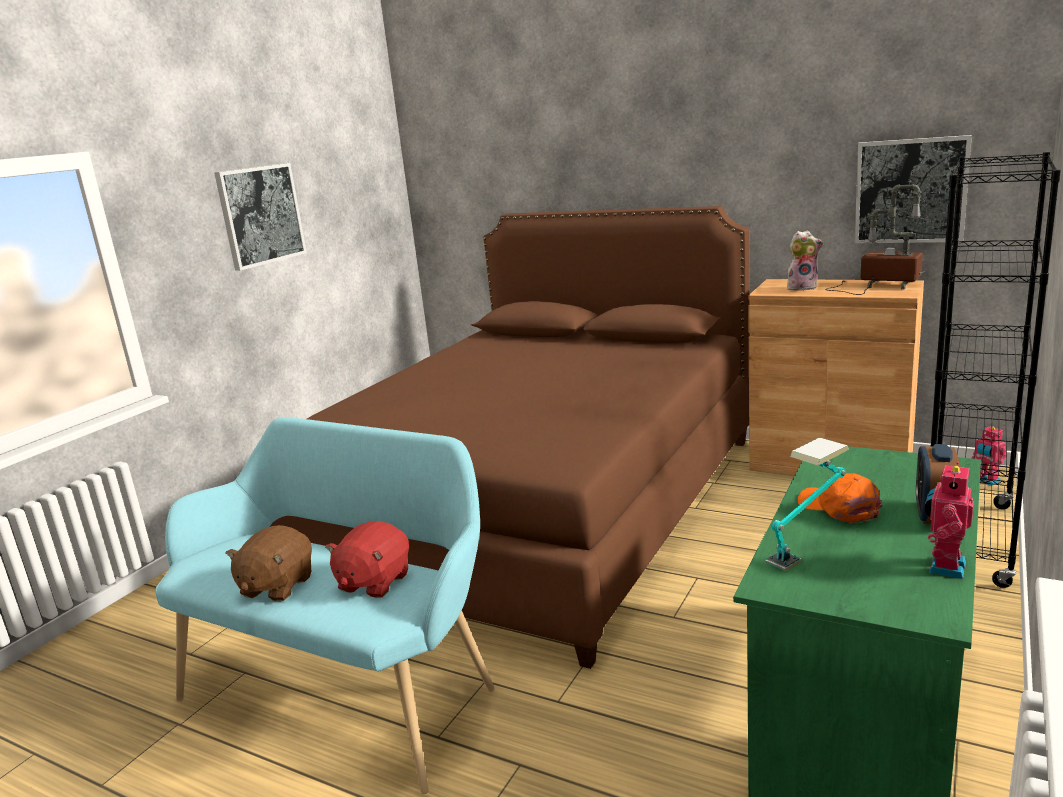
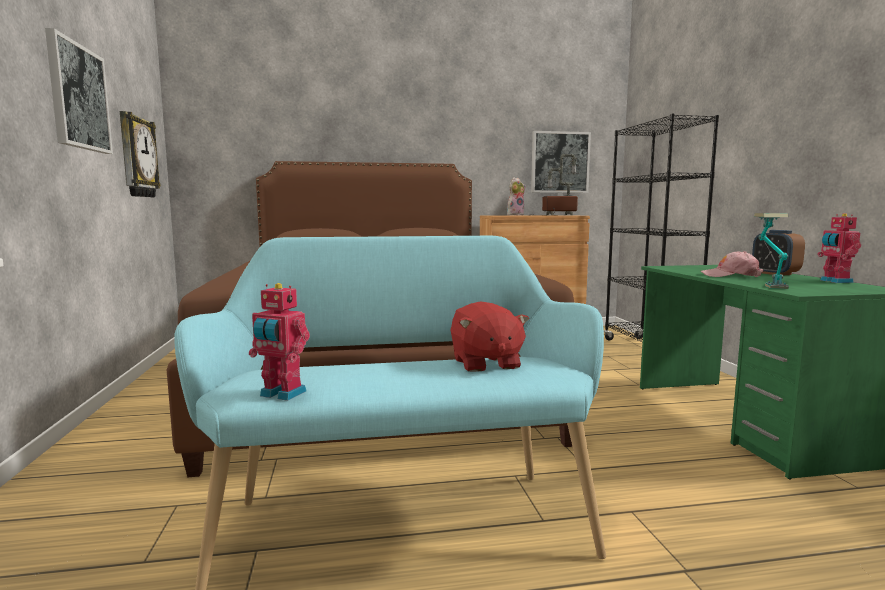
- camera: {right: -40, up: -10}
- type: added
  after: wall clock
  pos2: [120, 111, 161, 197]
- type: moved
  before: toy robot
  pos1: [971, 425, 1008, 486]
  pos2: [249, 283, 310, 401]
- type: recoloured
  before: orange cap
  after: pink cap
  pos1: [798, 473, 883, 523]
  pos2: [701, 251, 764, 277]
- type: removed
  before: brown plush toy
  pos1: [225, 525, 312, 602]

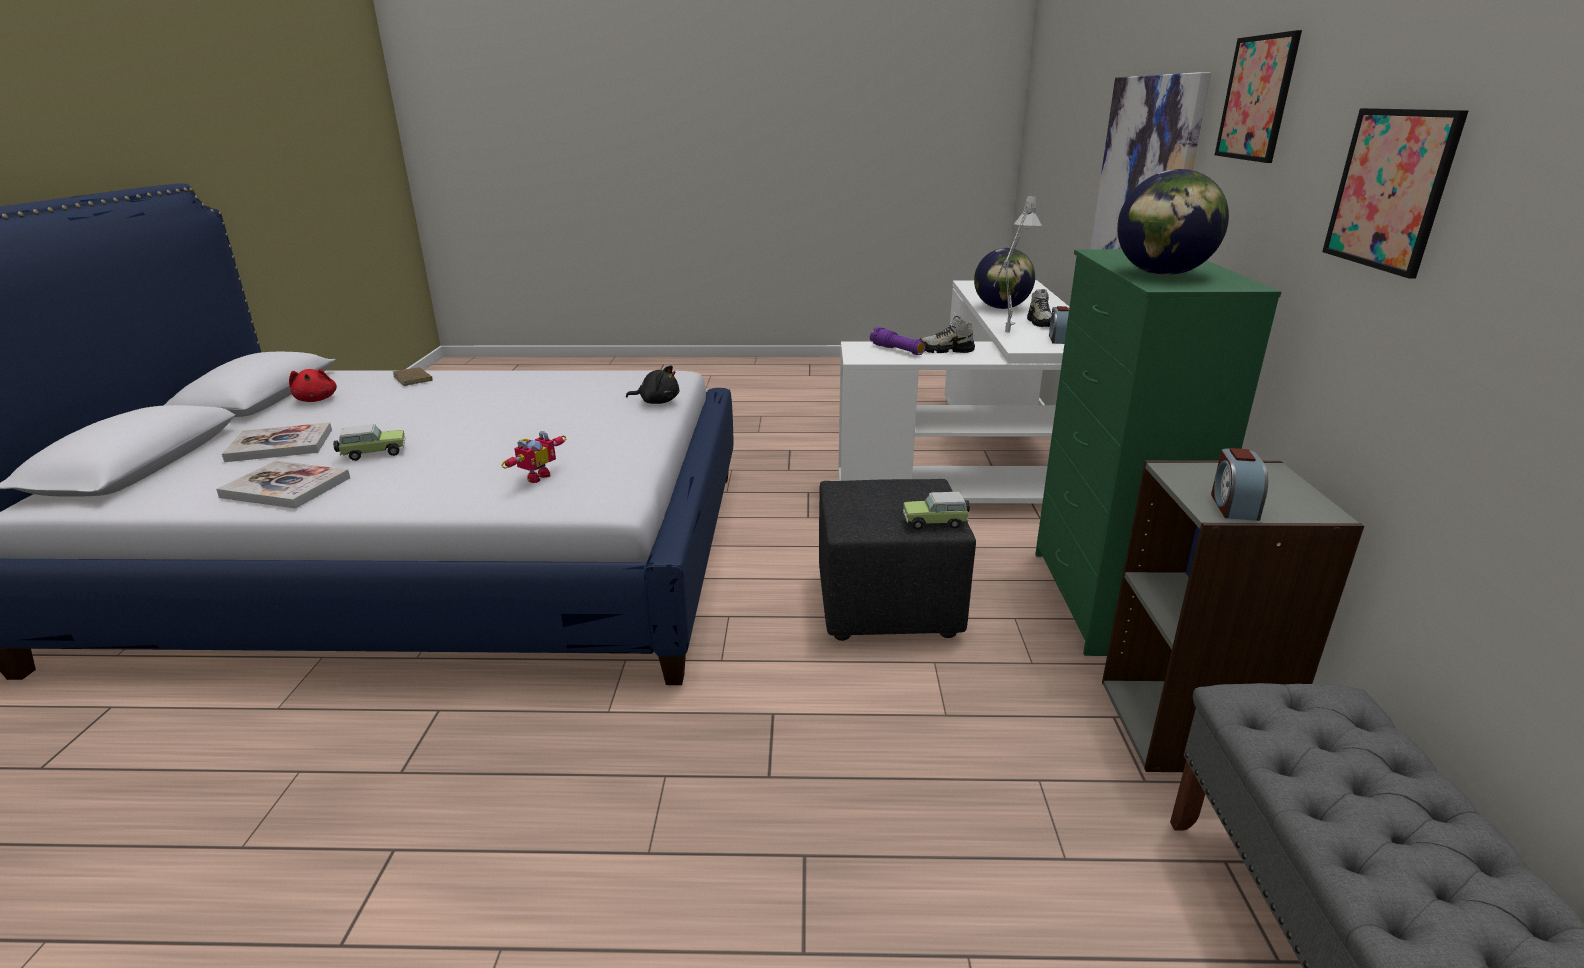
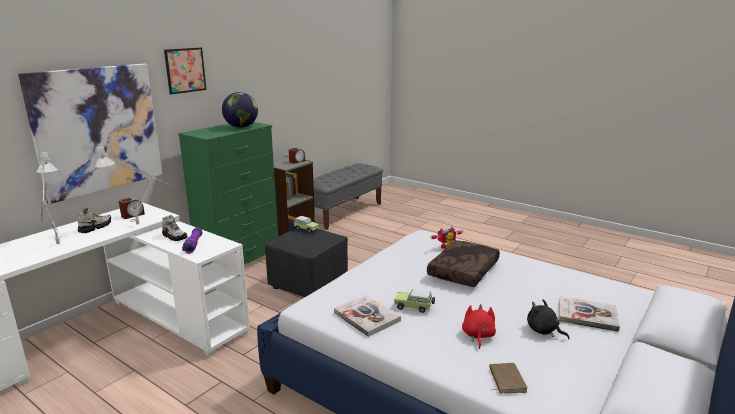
- camera: {right: -145, up: -5}
- type: replaced
  before: globe
  after: grey table lamp
  pos1: [974, 248, 1035, 309]
  pos2: [36, 152, 62, 244]
- type: moved
  before: book
  pos1: [216, 461, 350, 509]
  pos2: [334, 295, 401, 337]
- type: moved
  before: toy car
  pos1: [333, 424, 406, 461]
  pos2: [394, 289, 435, 313]
- type: added
  after: brown pillow
  pos2: [427, 240, 500, 287]
- type: moved
  before: red plush toy
  pos1: [289, 369, 337, 402]
  pos2: [462, 304, 496, 349]
- type: moved
  before: black plush toy
  pos1: [626, 365, 679, 404]
  pos2: [527, 299, 569, 339]
- type: removed
  before: picture
  pos1: [1322, 108, 1468, 278]

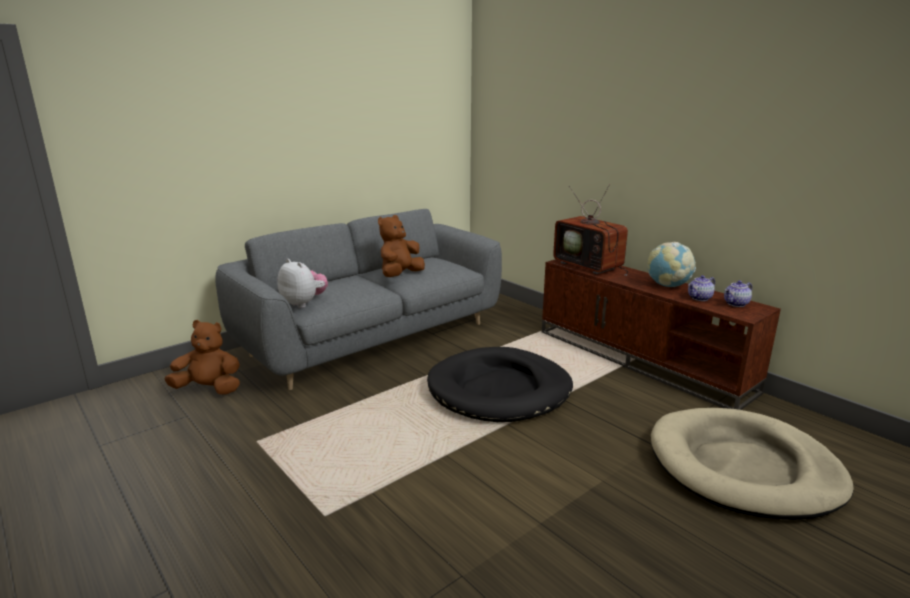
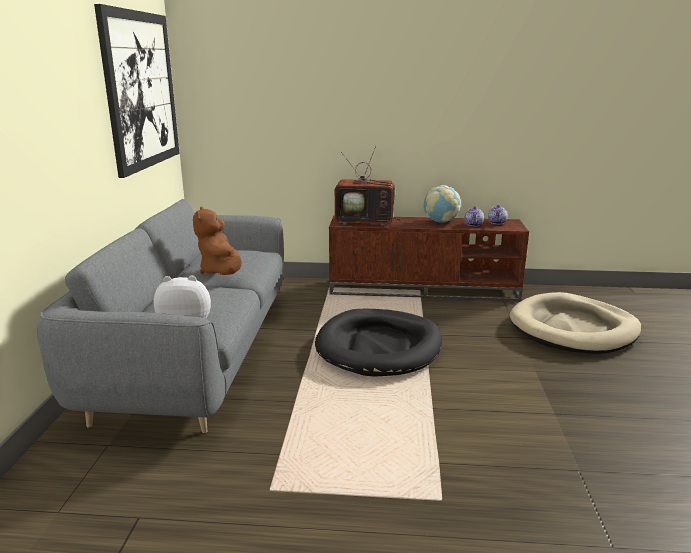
- camera: {right: -45, up: 0}
- type: added
  after: picture
  pos2: [94, 4, 180, 178]
- type: removed
  before: brown plush toy
  pos1: [164, 320, 240, 395]

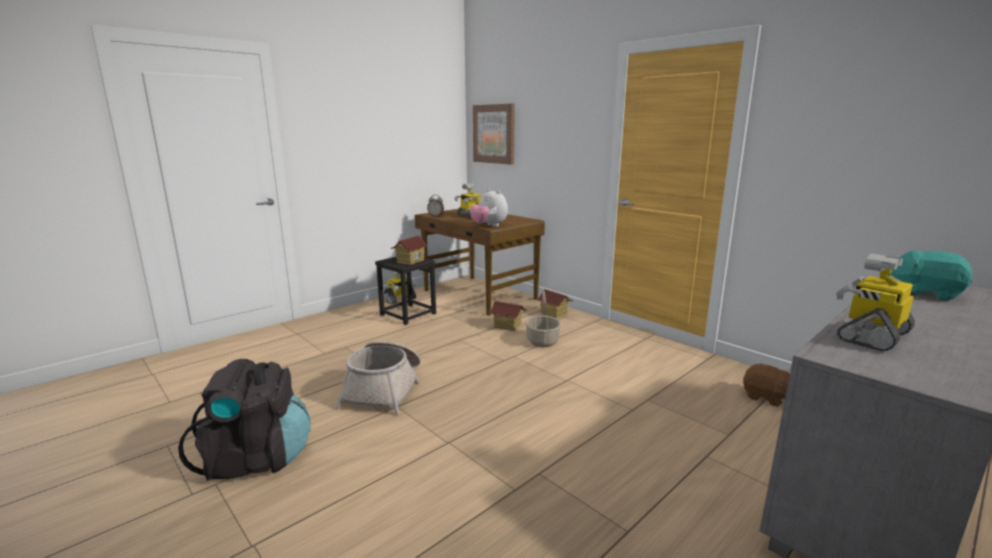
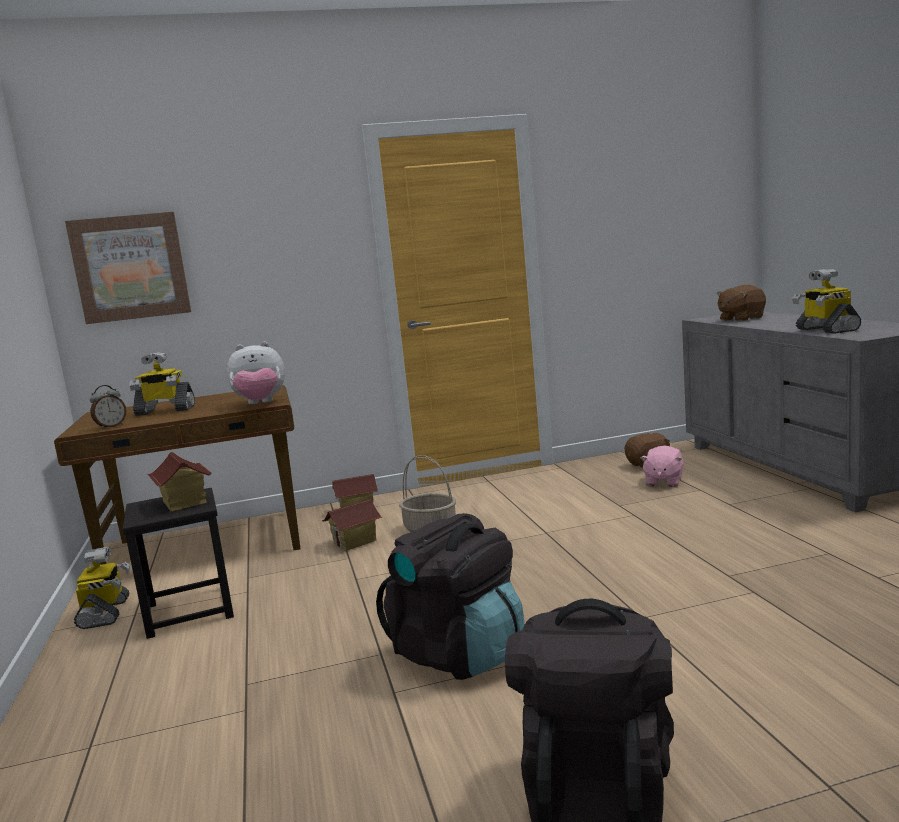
- camera: {right: -60, up: -5}
- type: replaced
  before: basket
  after: black backpack
  pos1: [336, 341, 421, 415]
  pos2: [376, 513, 524, 680]
- type: added
  after: pink plush toy
  pos2: [640, 445, 684, 487]
- type: recoloured
  before: turquoise plush toy
  after: brown plush toy
  pos1: [891, 251, 972, 301]
  pos2: [717, 285, 766, 322]

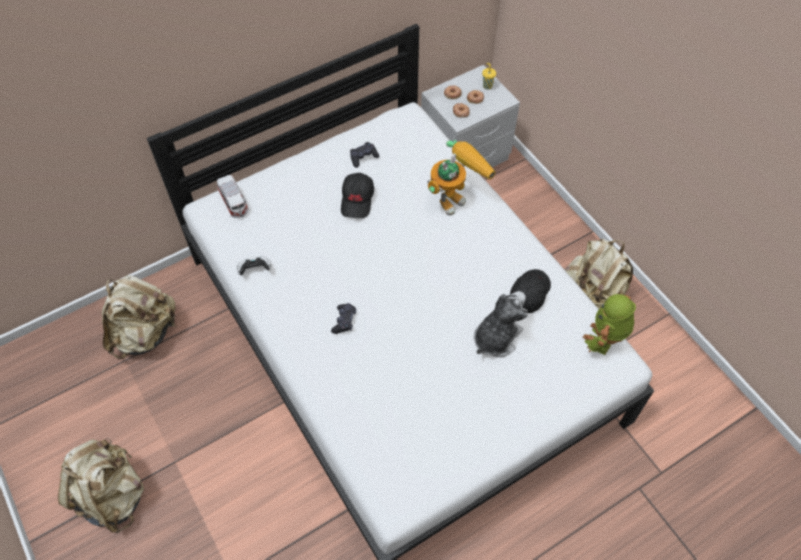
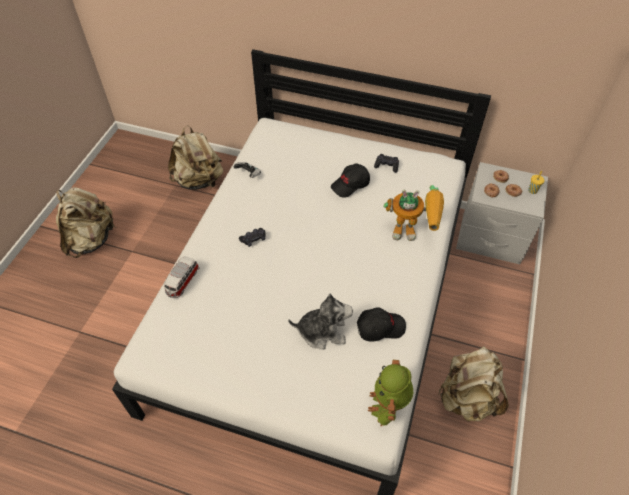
- camera: {right: 50, up: -5}
- type: moved
  before: toy car
  pos1: [217, 175, 248, 218]
  pos2: [164, 256, 199, 298]
- type: turned
  before: toy robot
  pos1: [582, 294, 636, 355]
  pos2: [368, 360, 413, 427]
  turn: -75

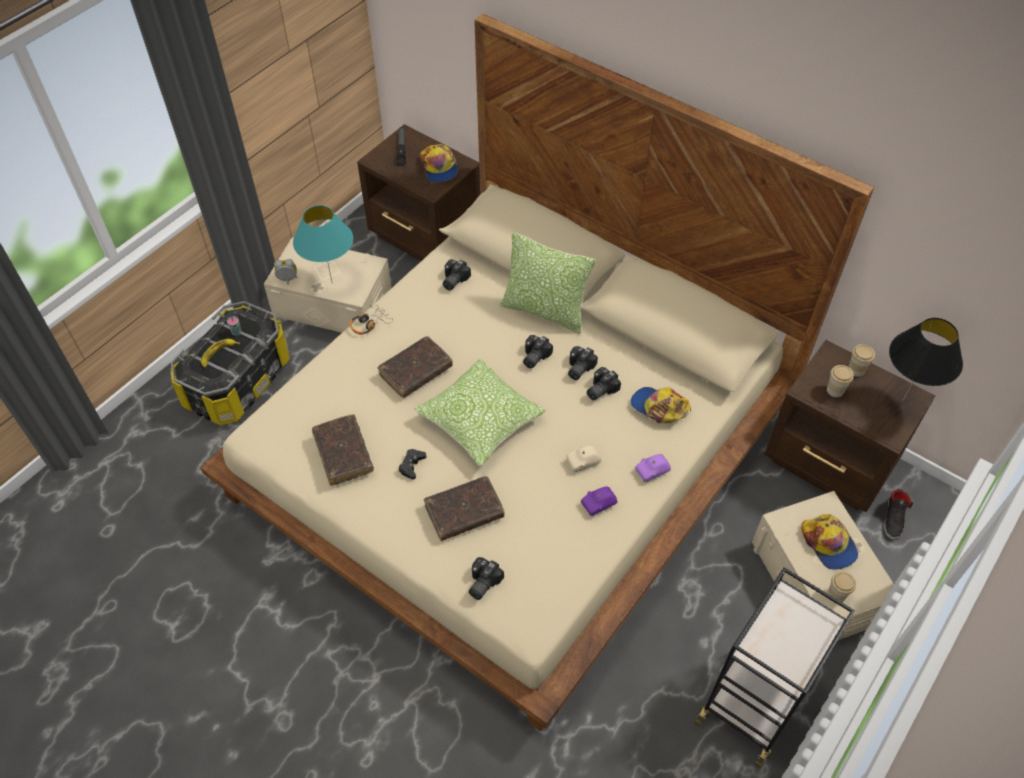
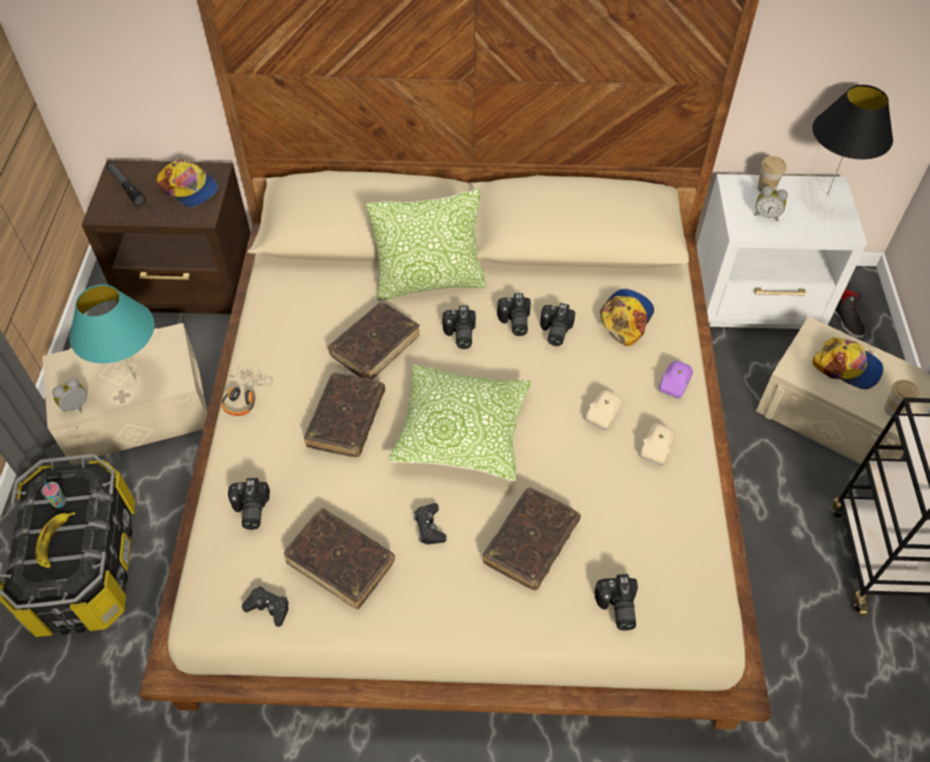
- camera: {right: -35, up: 0}
- type: moved
  before: photo camera
  pos1: [443, 260, 471, 290]
  pos2: [228, 478, 270, 530]
- type: added
  after: black game controller
  pos2: [242, 586, 289, 627]
- type: added
  after: brown book
  pos2: [328, 302, 420, 380]
- type: turned
  before: cap
  pos1: [630, 387, 691, 424]
  pos2: [600, 289, 654, 346]
  turn: 120
- type: recoloured
  before: purple toy car
  after: beige toy car
  pos1: [581, 486, 617, 517]
  pos2: [639, 423, 675, 465]
- type: recoloured
  before: brown nightstand
  after: white nightstand
  pos1: [764, 340, 935, 512]
  pos2: [697, 174, 867, 329]
- type: replaced
  before: cup
  after: alarm clock
  pos1: [827, 365, 854, 397]
  pos2: [754, 186, 788, 221]

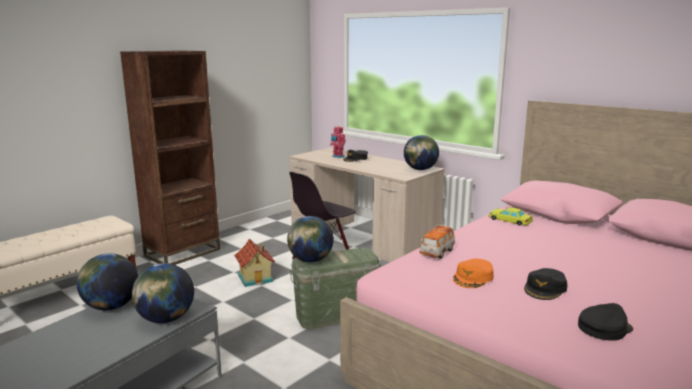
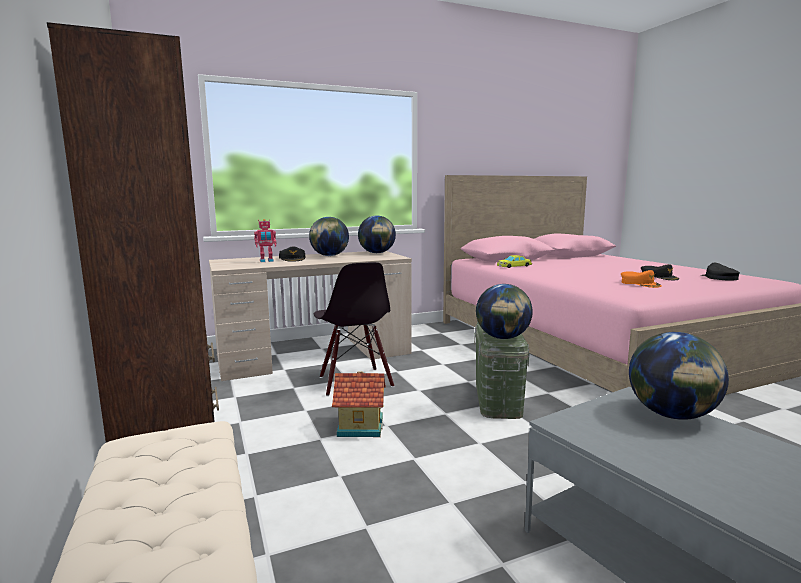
- camera: {right: -65, up: -5}
- type: moved
  before: globe
  pos1: [77, 253, 138, 310]
  pos2: [309, 217, 349, 256]
- type: removed
  before: toy car
  pos1: [419, 224, 455, 259]

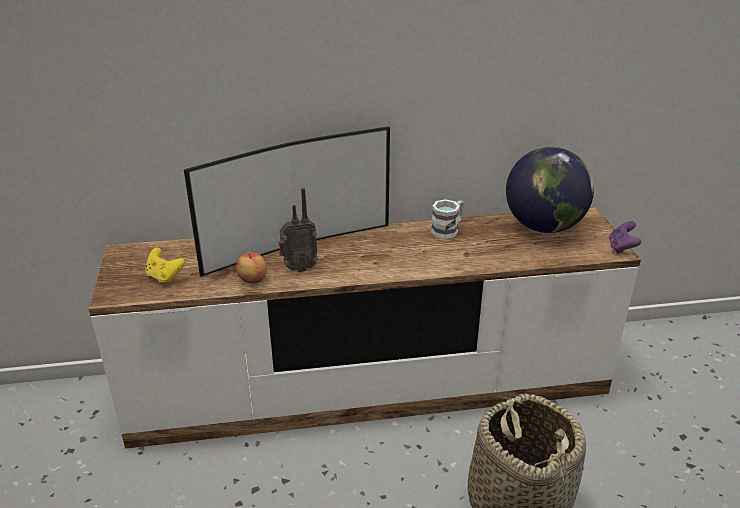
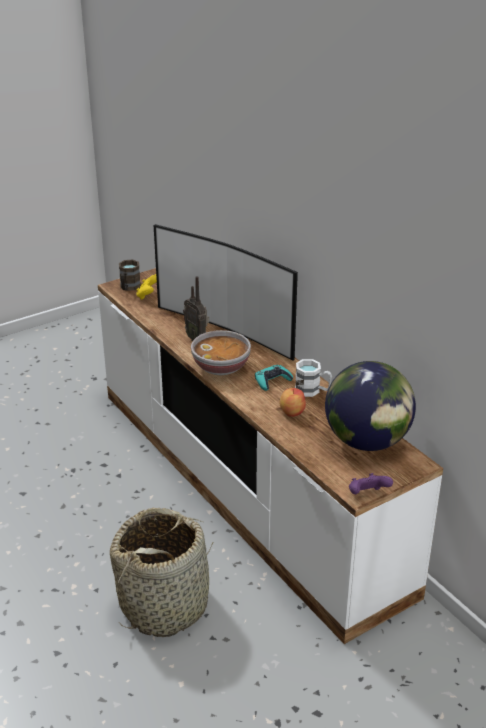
- camera: {right: 65, up: 0}
- type: added
  after: brown mug
  pos2: [119, 260, 141, 291]
- type: added
  after: bowl
  pos2: [191, 330, 251, 375]
- type: added
  after: turquoise game controller
  pos2: [255, 365, 293, 391]
- type: moved
  before: apple
  pos1: [236, 252, 267, 283]
  pos2: [279, 388, 306, 417]

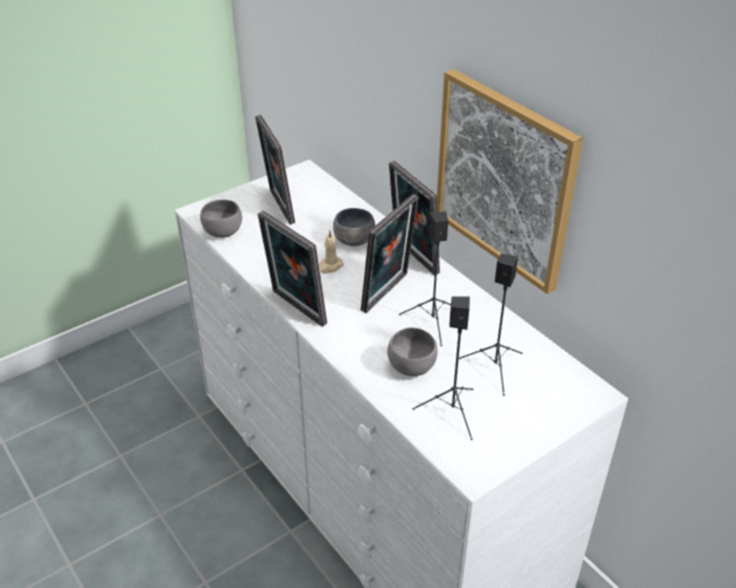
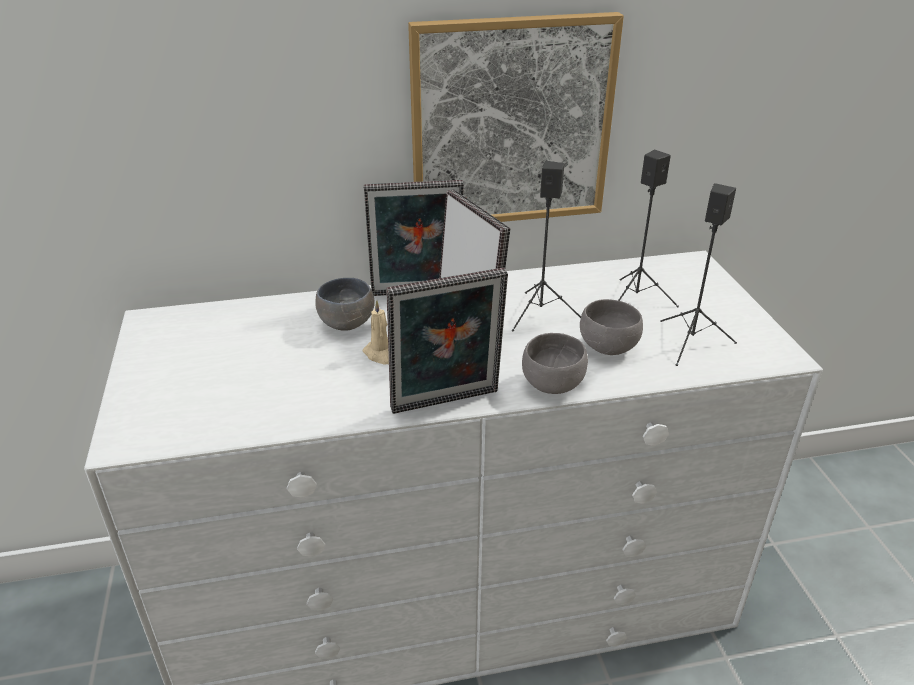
- camera: {right: -65, up: -5}
- type: moved
  before: grey bowl
  pos1: [200, 200, 242, 238]
  pos2: [522, 333, 588, 394]
- type: removed
  before: picture frame
  pos1: [255, 115, 295, 224]

